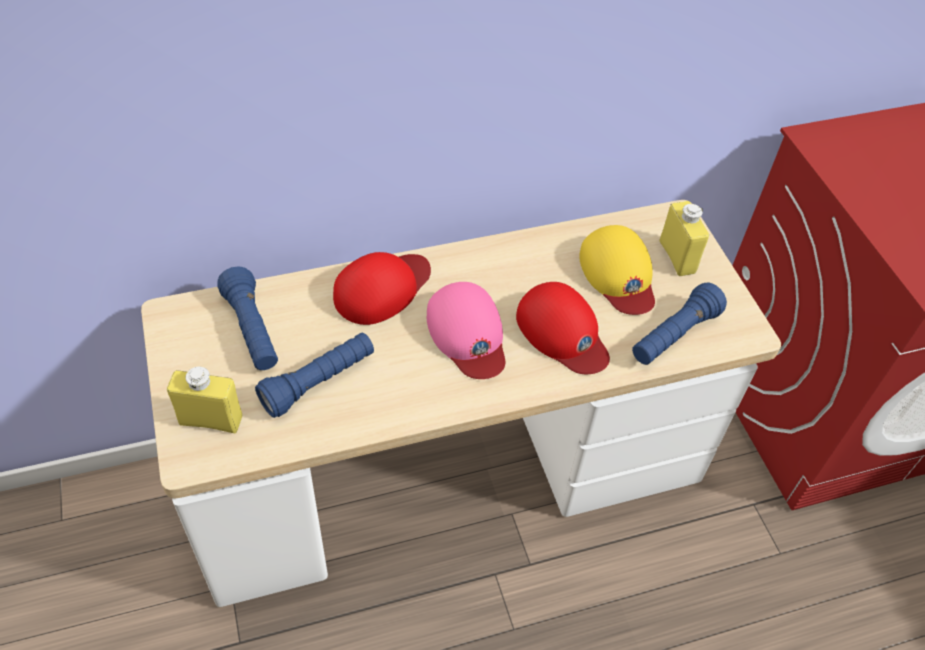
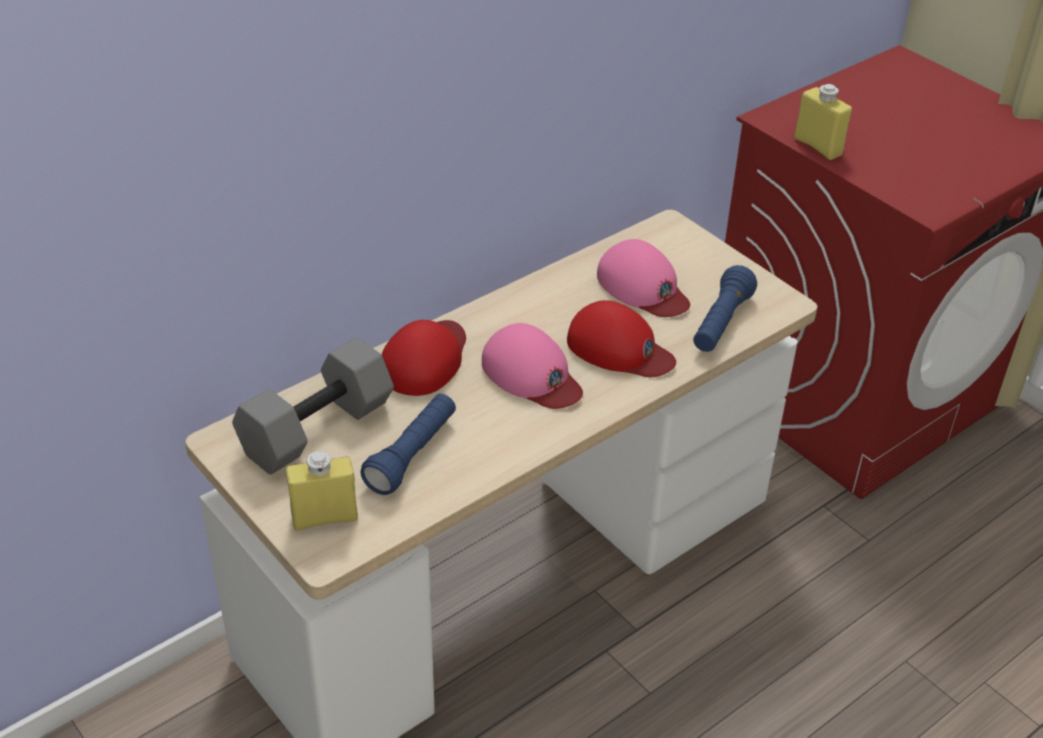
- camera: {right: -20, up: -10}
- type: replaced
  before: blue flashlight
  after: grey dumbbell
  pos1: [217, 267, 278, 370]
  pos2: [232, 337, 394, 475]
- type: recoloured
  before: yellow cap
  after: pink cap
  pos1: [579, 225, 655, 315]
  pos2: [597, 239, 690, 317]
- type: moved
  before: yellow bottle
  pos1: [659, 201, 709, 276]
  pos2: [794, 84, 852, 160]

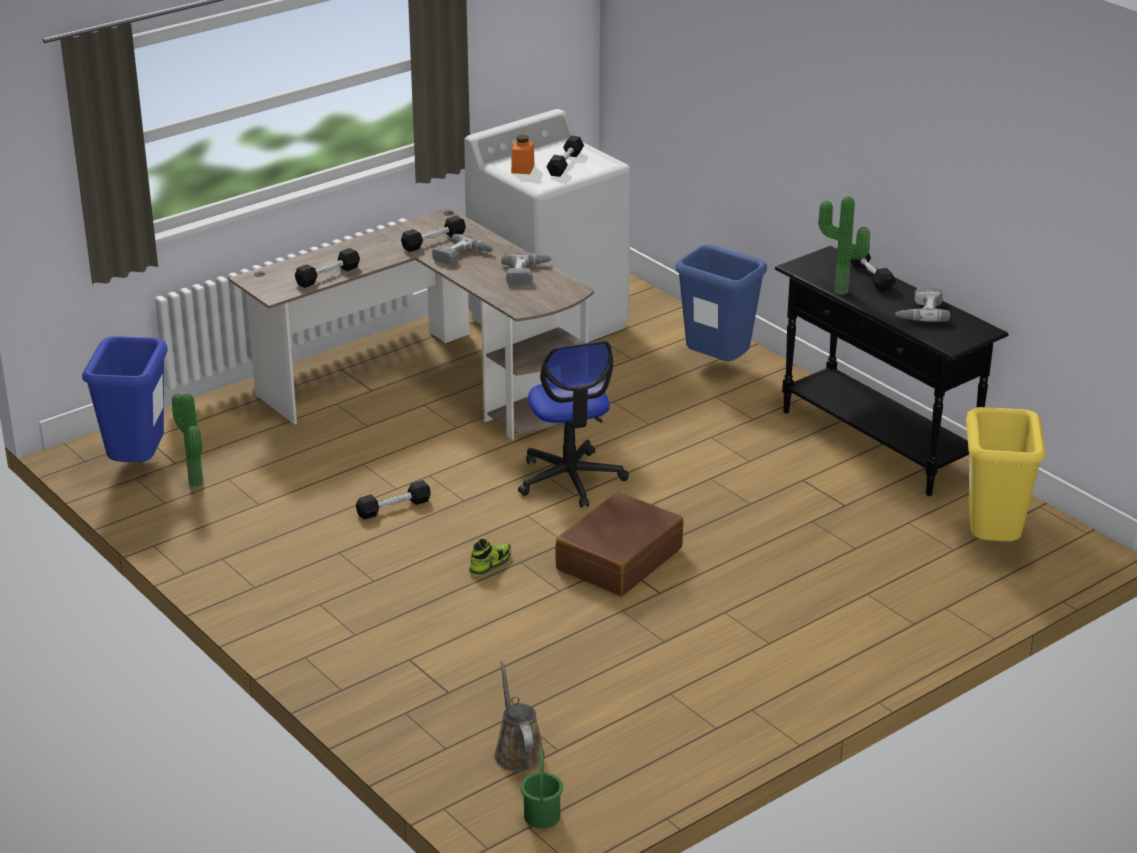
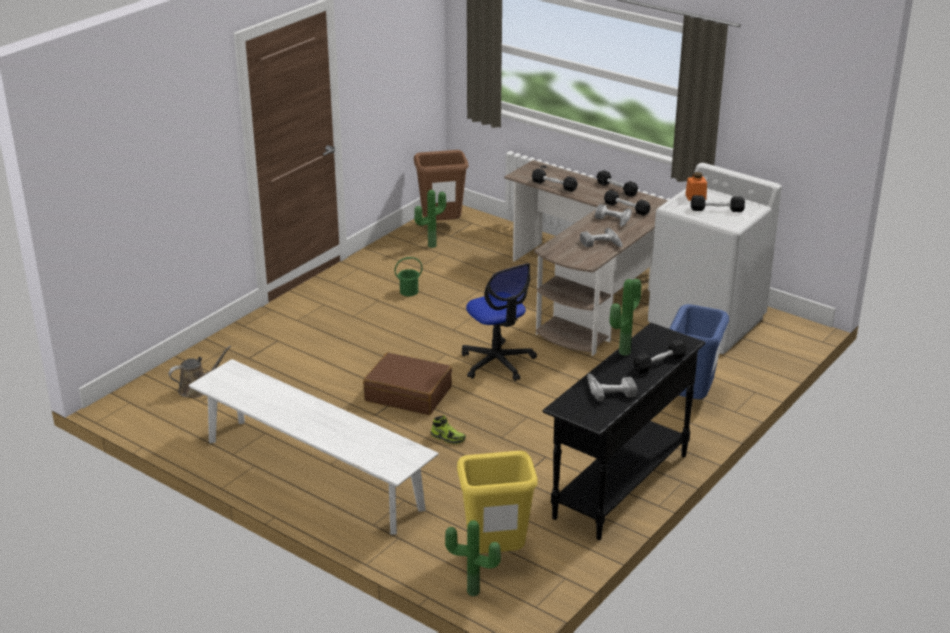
- camera: {right: 75, up: 0}
- type: added
  after: white bench
  pos2: [189, 359, 439, 535]
- type: moved
  before: green bucket
  pos1: [521, 749, 563, 829]
  pos2: [395, 257, 423, 296]
- type: recoloured
  before: blue trash can
  after: brown trash can
  pos1: [82, 336, 168, 462]
  pos2: [414, 150, 468, 221]
- type: moved
  before: shoe
  pos1: [469, 538, 511, 576]
  pos2: [431, 415, 466, 444]
- type: added
  after: potted plant
  pos2: [445, 520, 501, 596]
- type: turned
  before: office chair
  pos1: [518, 341, 629, 508]
  pos2: [462, 263, 537, 381]
  turn: -90
- type: moved
  before: black dumbbell
  pos1: [356, 480, 431, 519]
  pos2: [596, 170, 638, 197]

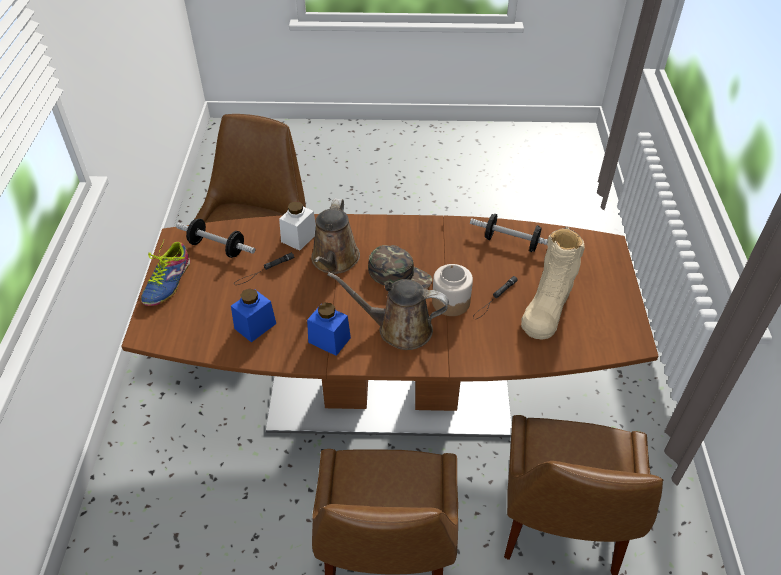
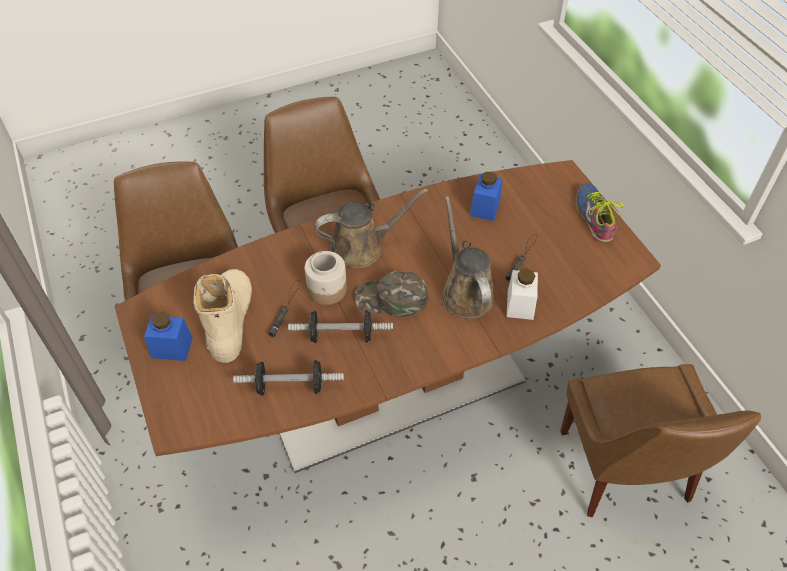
- camera: {right: 155, up: 5}
- type: moved
  before: blue jar
  pos1: [307, 303, 351, 356]
  pos2: [144, 312, 193, 361]
- type: moved
  before: dumbbell
  pos1: [176, 218, 255, 258]
  pos2: [288, 310, 393, 343]

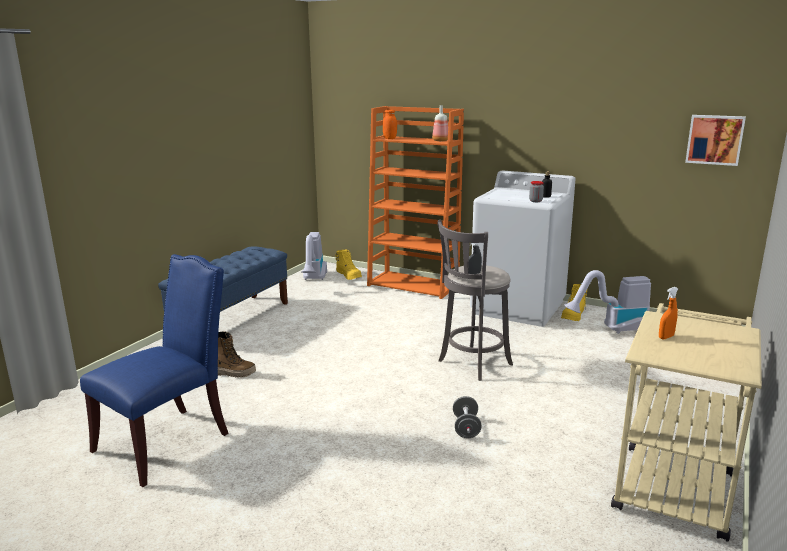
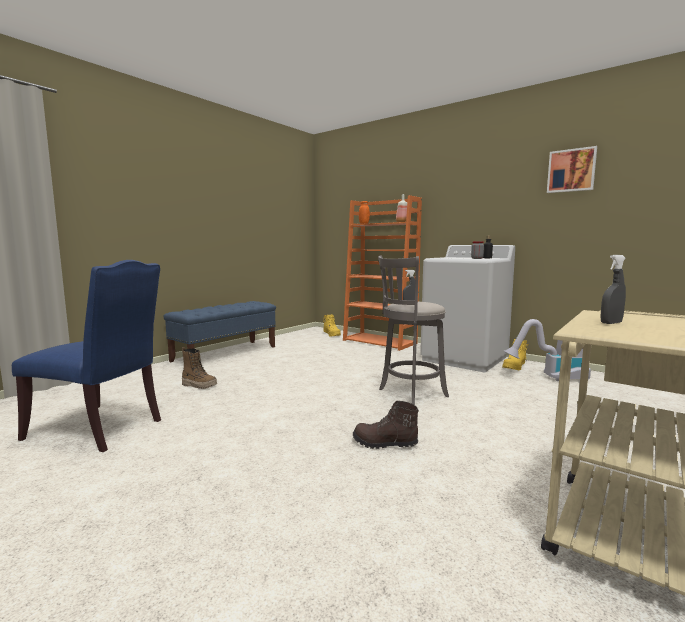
- camera: {right: 10, up: -10}
- type: turned
  before: blue chair
  pos1: [80, 254, 229, 487]
  pos2: [12, 260, 161, 452]
  turn: 60
- type: replaced
  before: grey dumbbell
  after: brown boot
  pos1: [453, 396, 482, 438]
  pos2: [353, 401, 419, 449]
- type: moved
  before: picture
  pos1: [685, 115, 746, 166]
  pos2: [547, 146, 597, 193]
- type: recoloured
  before: orange spray bottle
  after: grey spray bottle
  pos1: [659, 287, 678, 340]
  pos2: [601, 255, 626, 324]
- type: removed
  before: vacuum cleaner
  pos1: [301, 232, 327, 280]

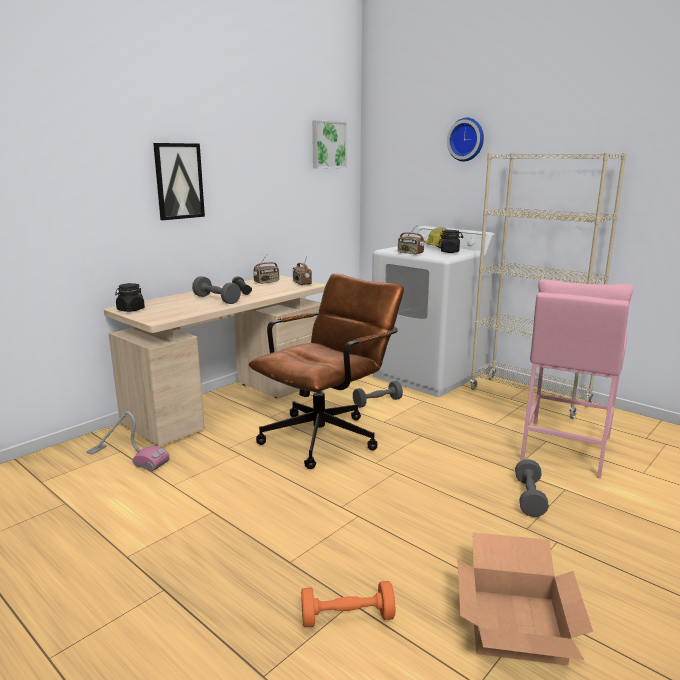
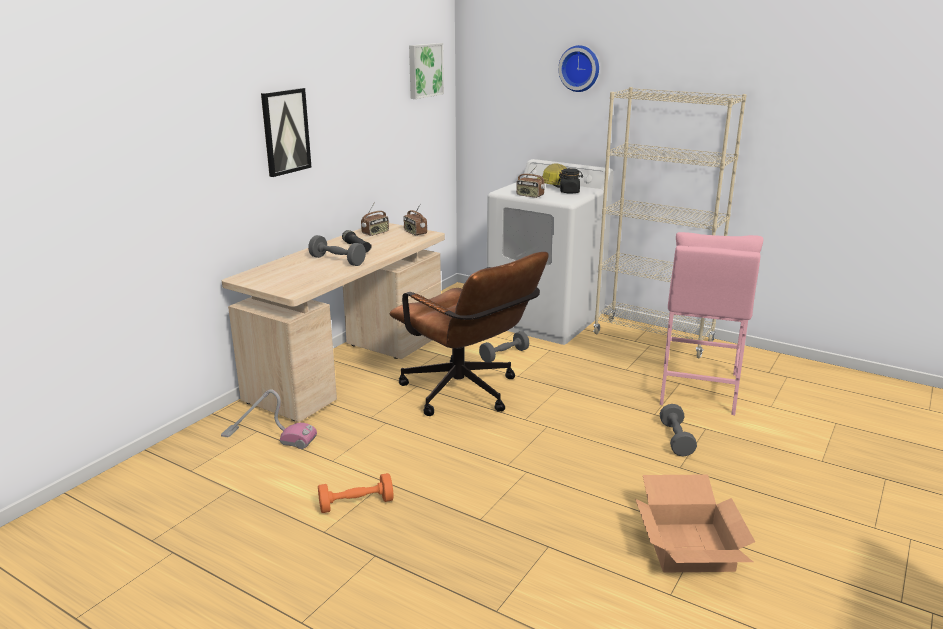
- camera: {right: -10, up: 5}
- type: moved
  before: orange dumbbell
  pos1: [301, 581, 395, 627]
  pos2: [318, 473, 393, 513]
- type: turned
  before: brown office chair
  pos1: [249, 273, 404, 469]
  pos2: [390, 252, 548, 416]
  turn: 105
- type: removed
  before: black jar
  pos1: [115, 283, 145, 312]

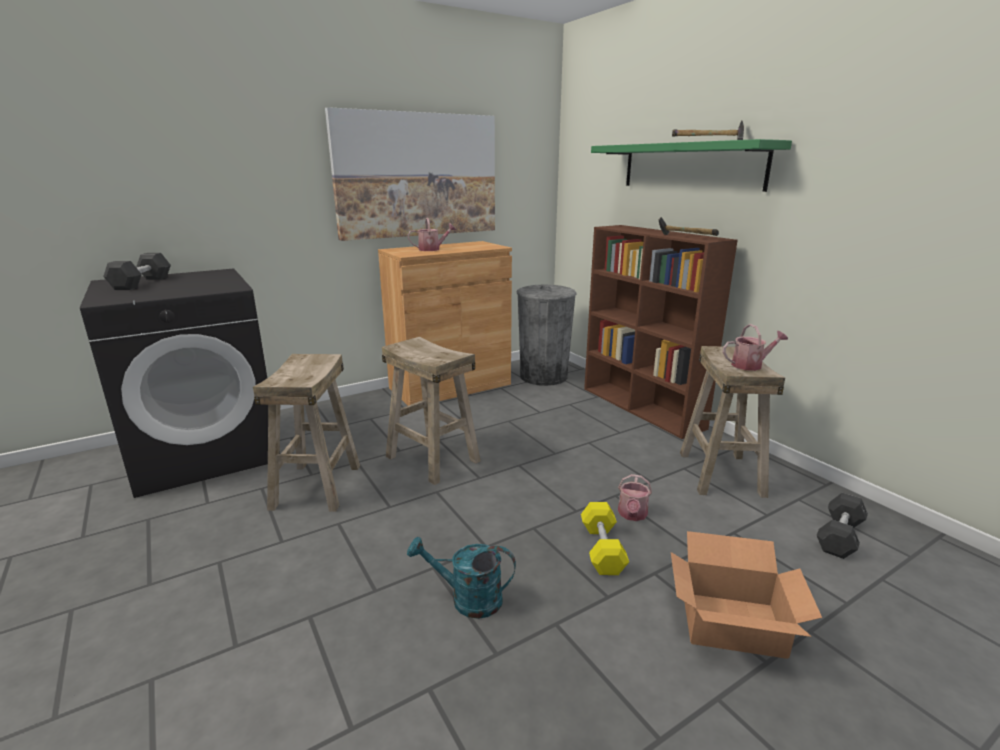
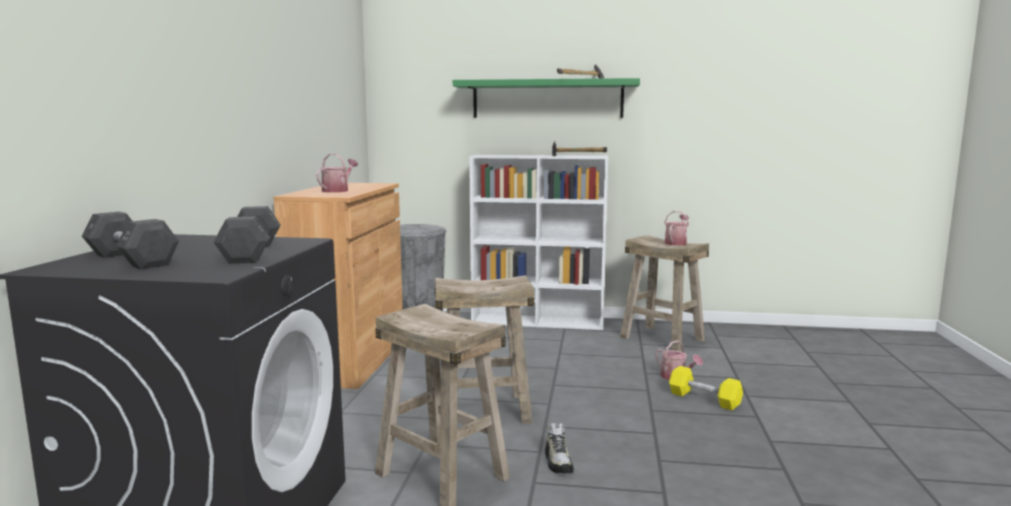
- camera: {right: -50, up: -10}
- type: moved
  before: grey dumbbell
  pos1: [817, 493, 868, 559]
  pos2: [213, 206, 281, 264]
- type: recoloured
  before: brown bookcase
  after: white bookcase
  pos1: [584, 225, 738, 439]
  pos2: [469, 155, 608, 330]
- type: added
  after: shoe
  pos2: [545, 423, 574, 473]
- type: removed
  before: picture
  pos1: [325, 107, 495, 241]
- type: removed
  before: turquoise watering can
  pos1: [407, 537, 516, 619]
- type: removed
  before: cardboard box
  pos1: [671, 531, 822, 659]

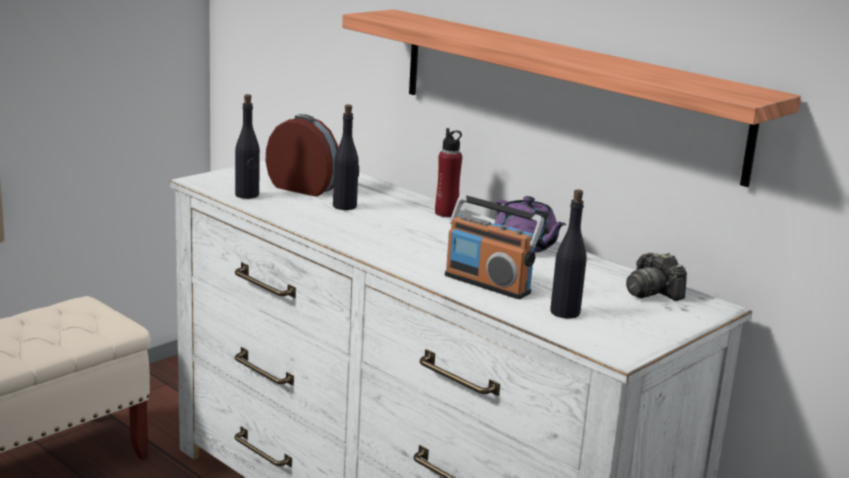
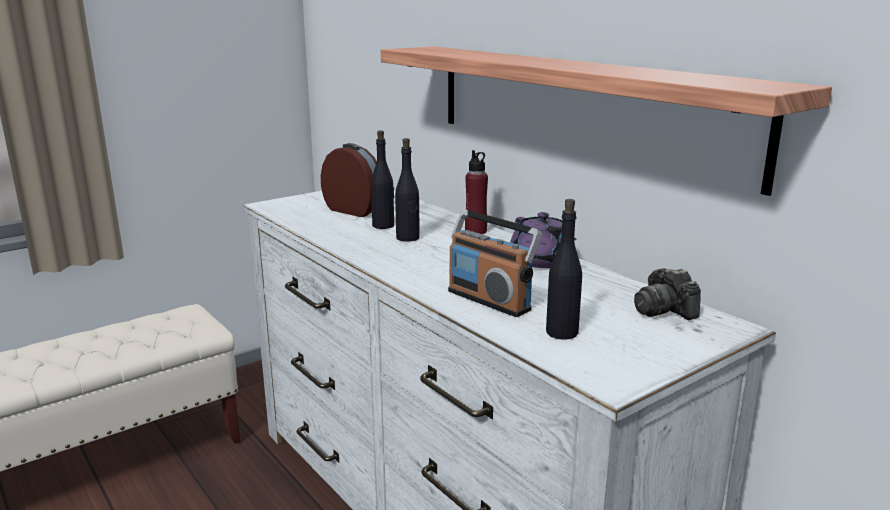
- camera: {right: 10, up: 0}
- type: moved
  before: black bottle
  pos1: [235, 94, 260, 199]
  pos2: [395, 138, 420, 242]

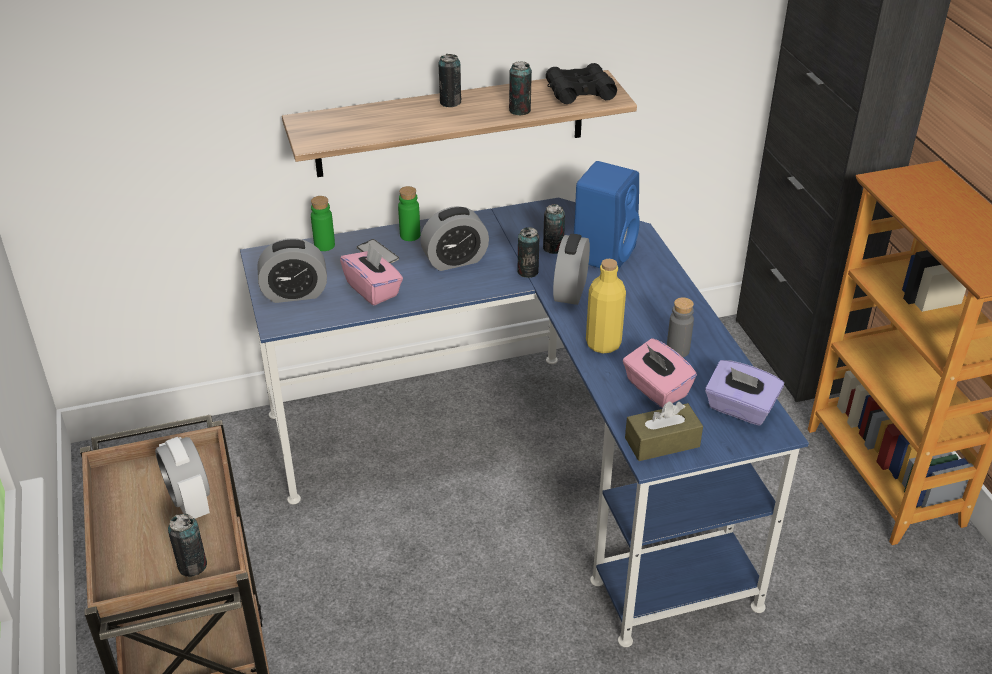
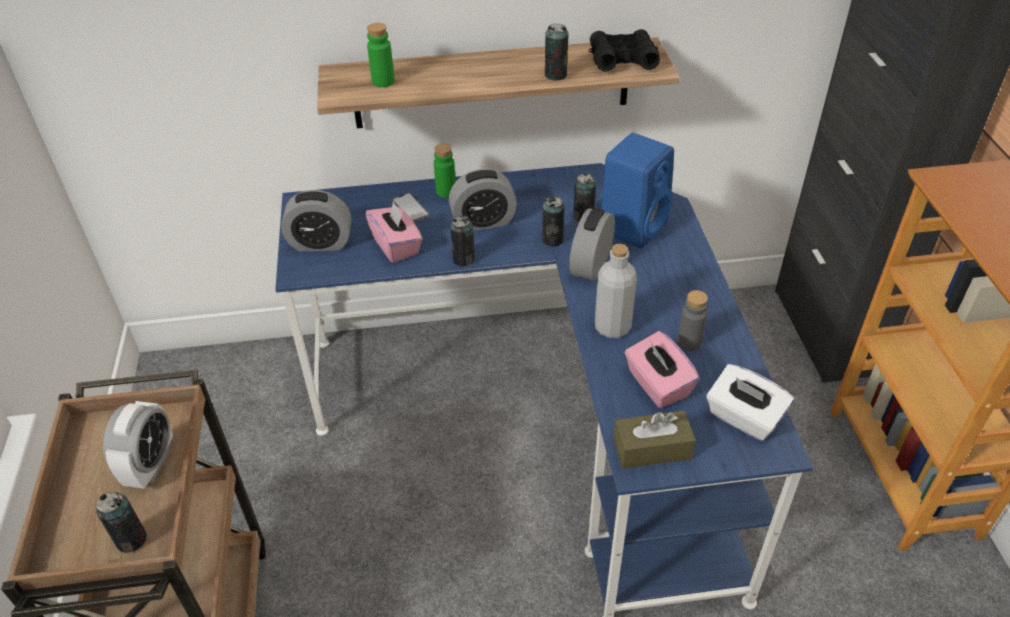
- camera: {right: 10, up: 5}
- type: turned
  before: alarm clock
  pos1: [155, 437, 210, 519]
  pos2: [103, 401, 173, 489]
  turn: -150
- type: moved
  before: green bottle
  pos1: [311, 196, 335, 251]
  pos2: [367, 23, 395, 87]
- type: moved
  before: can
  pos1: [439, 54, 461, 107]
  pos2: [450, 216, 475, 267]
- type: recoloured
  before: yellow bottle
  after: grey bottle
  pos1: [586, 259, 626, 353]
  pos2: [595, 244, 637, 338]
- type: recoloured
  before: purple tissue box
  after: white tissue box
  pos1: [705, 360, 784, 426]
  pos2: [707, 364, 794, 441]

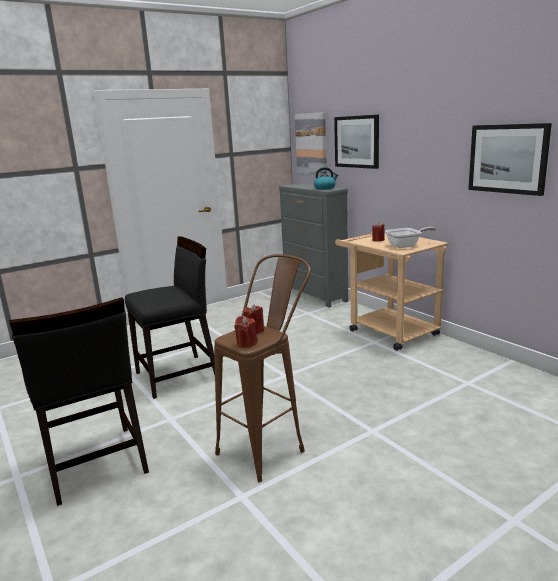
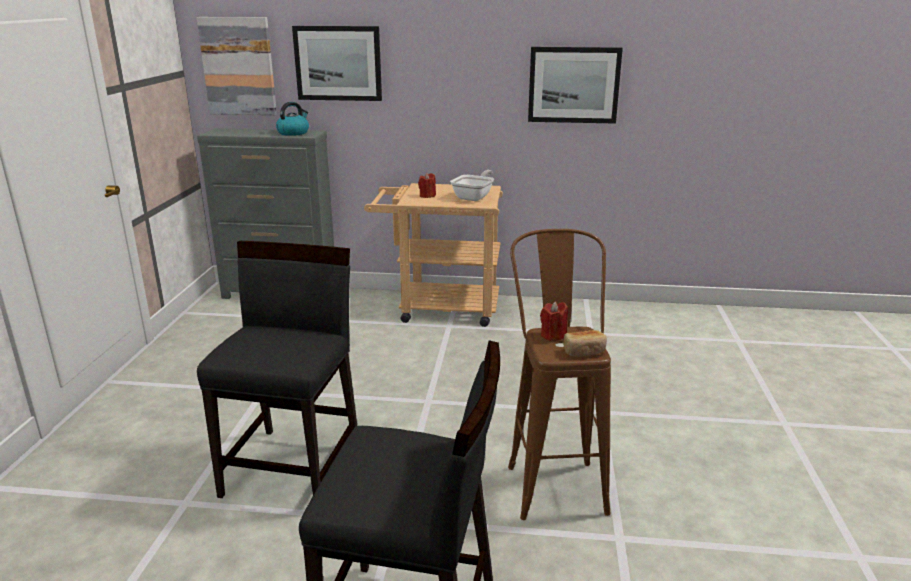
- camera: {right: -50, up: 5}
- type: replaced
  before: red candle
  after: bread
  pos1: [234, 316, 257, 348]
  pos2: [563, 330, 607, 357]

